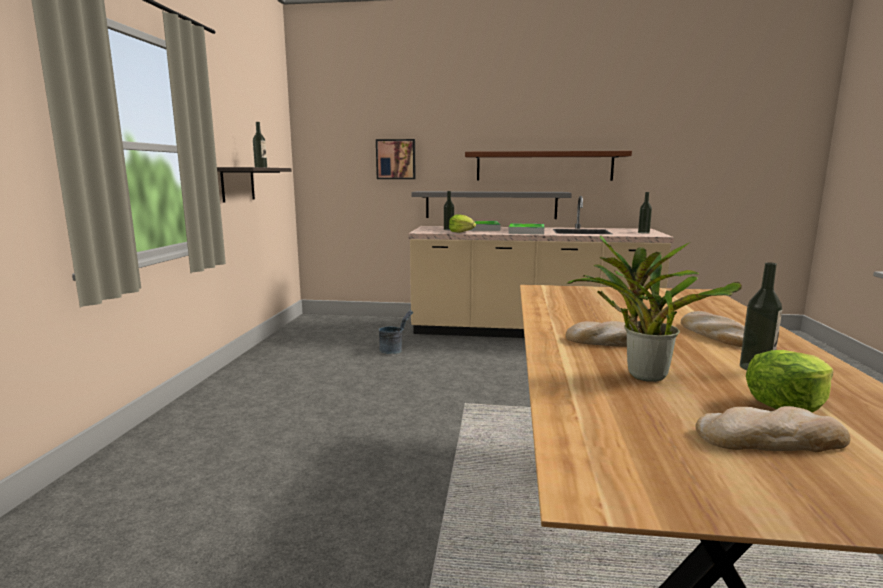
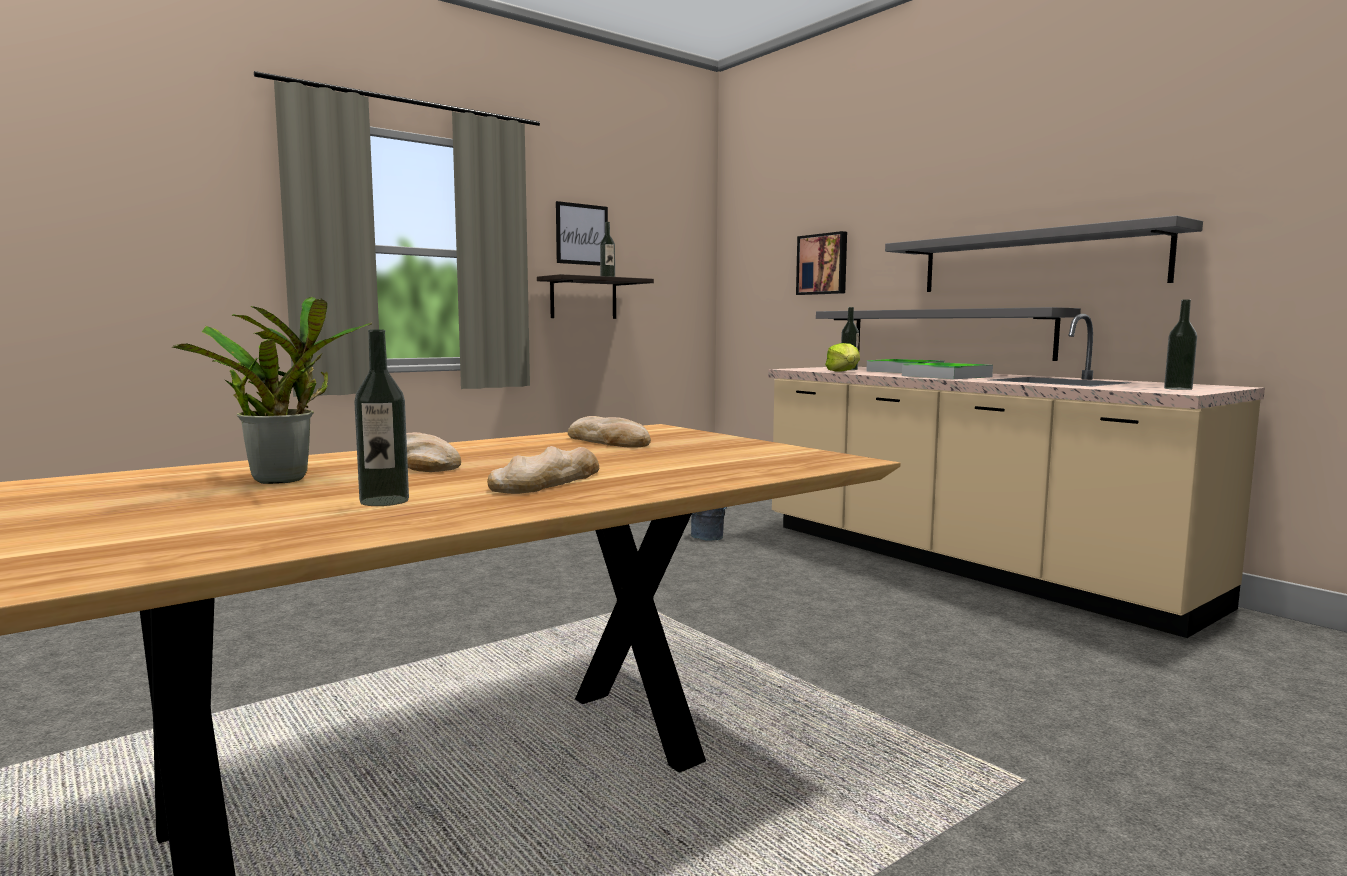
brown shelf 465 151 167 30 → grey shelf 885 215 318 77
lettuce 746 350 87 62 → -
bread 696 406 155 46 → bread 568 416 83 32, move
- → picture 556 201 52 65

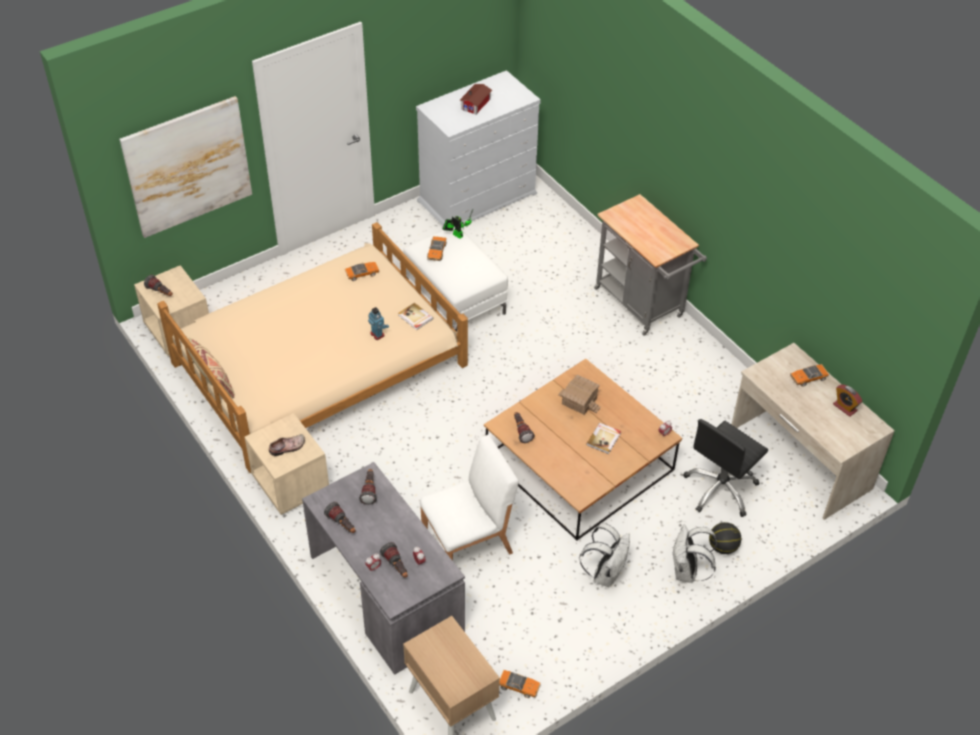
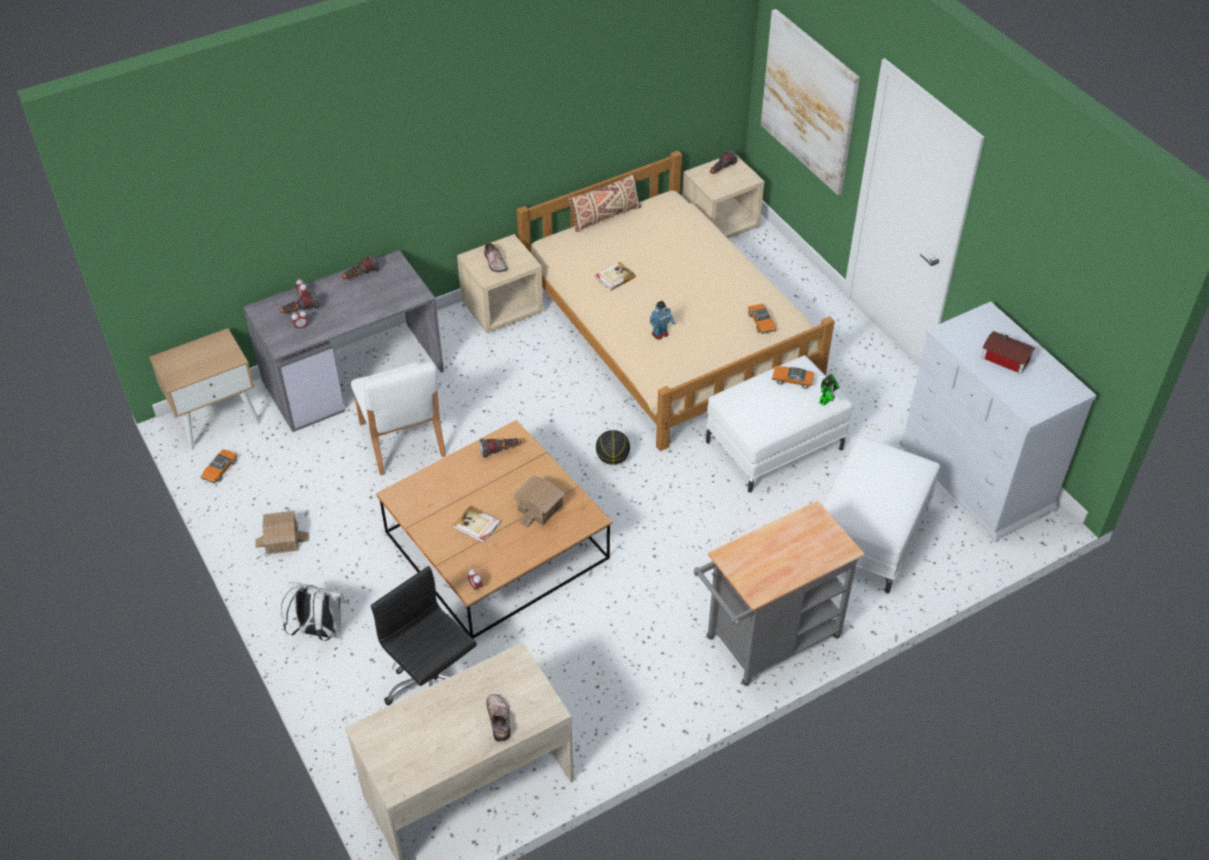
book 398 303 35 27 → book 596 262 40 29, move
toy car 790 364 39 23 → shoe 486 694 24 48
alarm clock 833 384 30 33 → -
flashlight 359 469 18 36 → -
basketball 709 522 32 32 → basketball 596 430 34 35, move
white backpack 579 524 51 63 → -
- → white ottoman 823 436 117 157
- → toy house 256 510 53 44

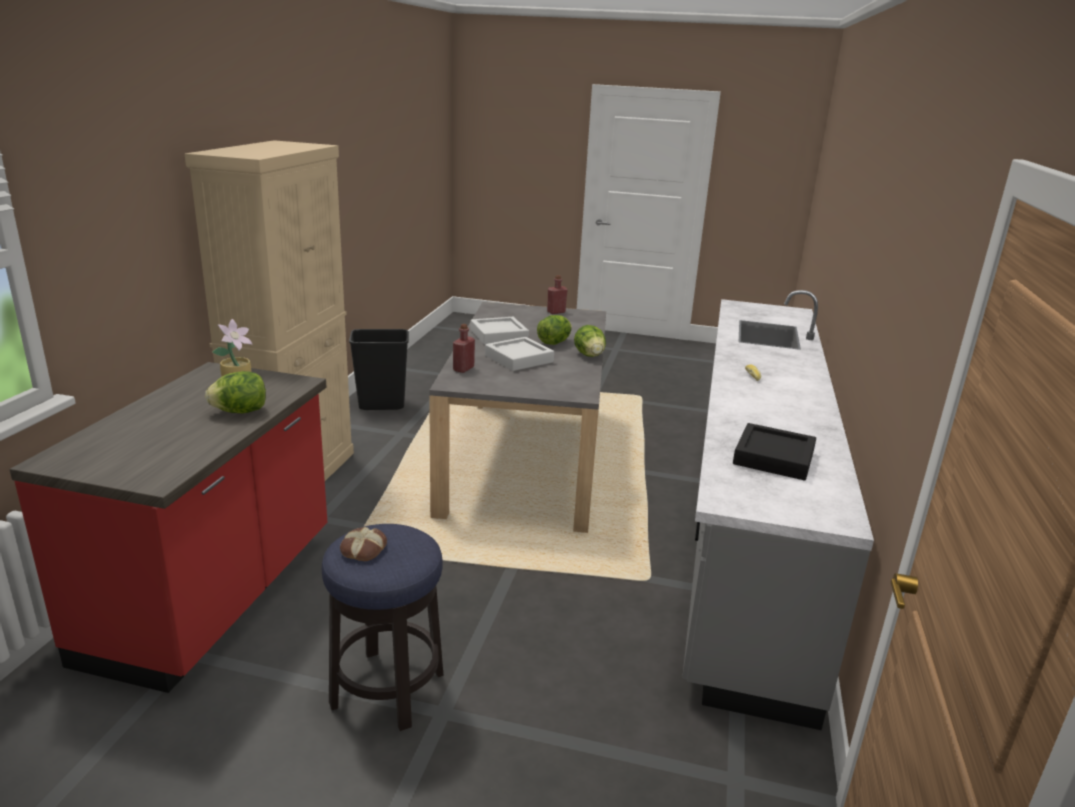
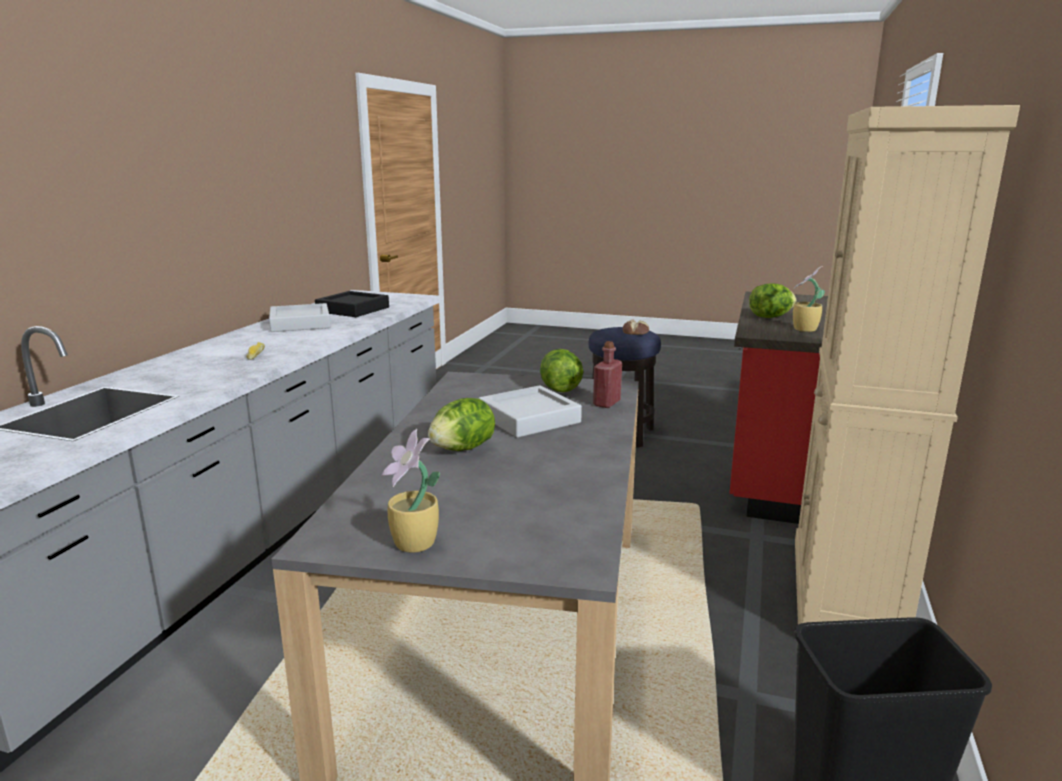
red bottle 547 275 21 39 → potted plant 381 429 59 124
grey tray 470 317 59 28 → grey tray 269 303 62 29, move
lettuce 574 325 32 32 → lettuce 540 349 43 43, move

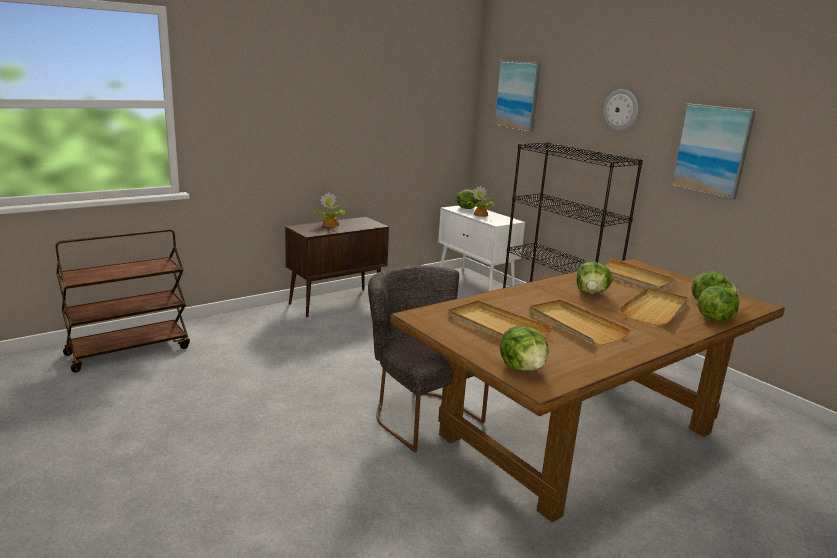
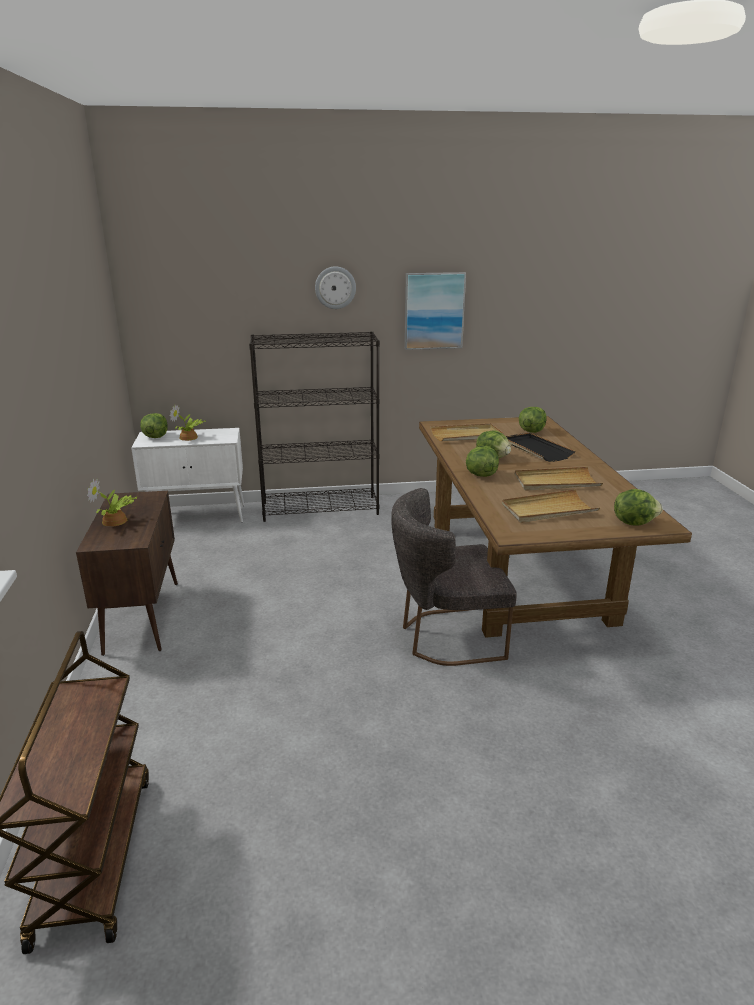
picture 494 61 47 71 → -
lettuce 698 286 41 36 → lettuce 466 446 33 31, move
beige tray 619 288 69 38 → black tray 506 432 70 30

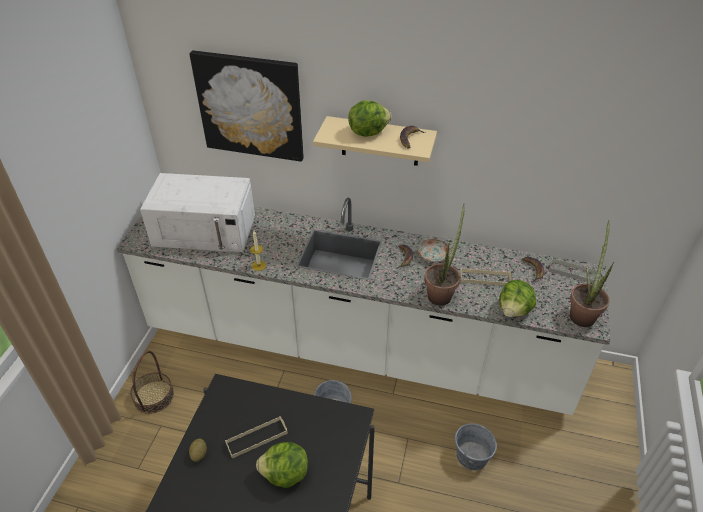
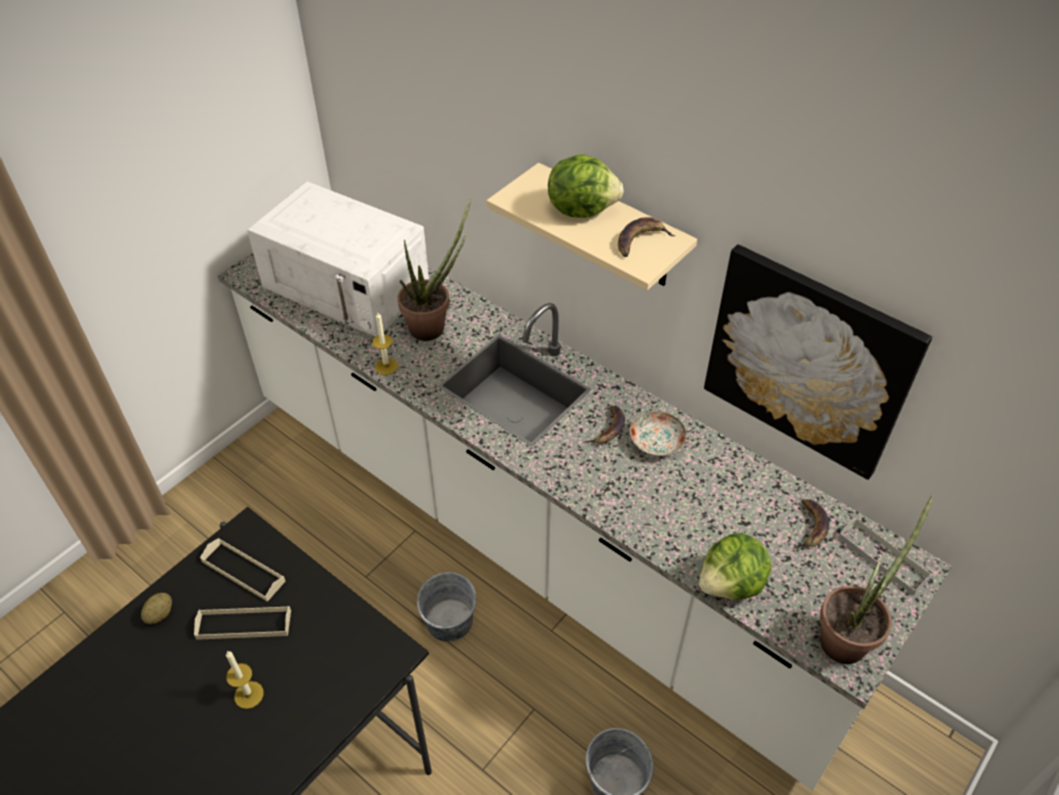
picture 189 50 115 112 → picture 704 244 228 236, move
potted plant 424 203 41 103 → potted plant 398 199 73 142, move
beige tray 460 268 52 18 → beige tray 200 538 85 64, move
basket 130 351 44 63 → -
lettuce 256 442 52 46 → candle 226 651 38 58

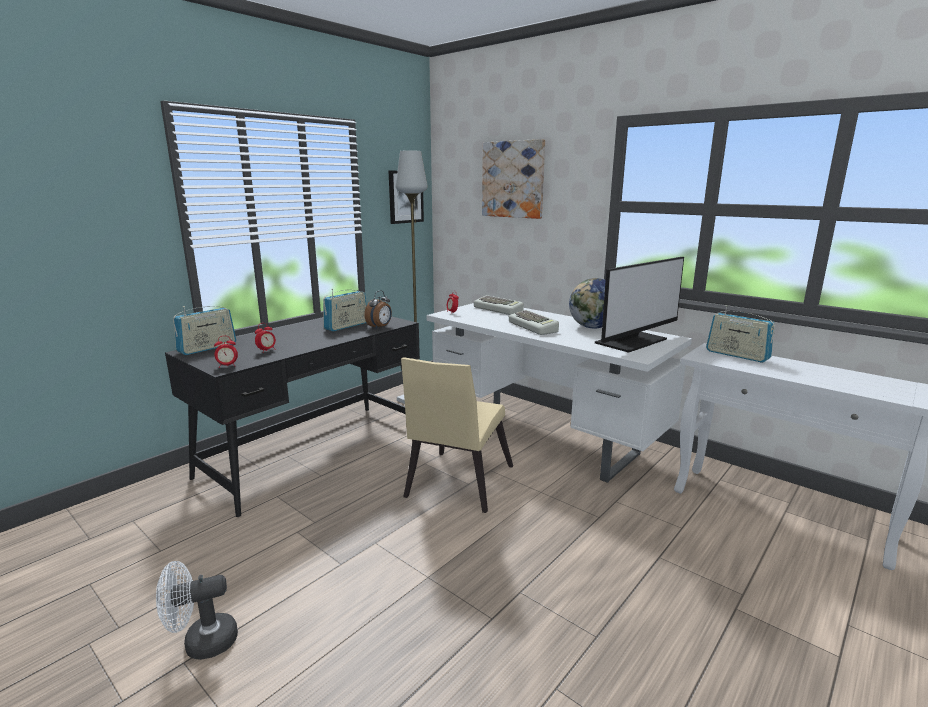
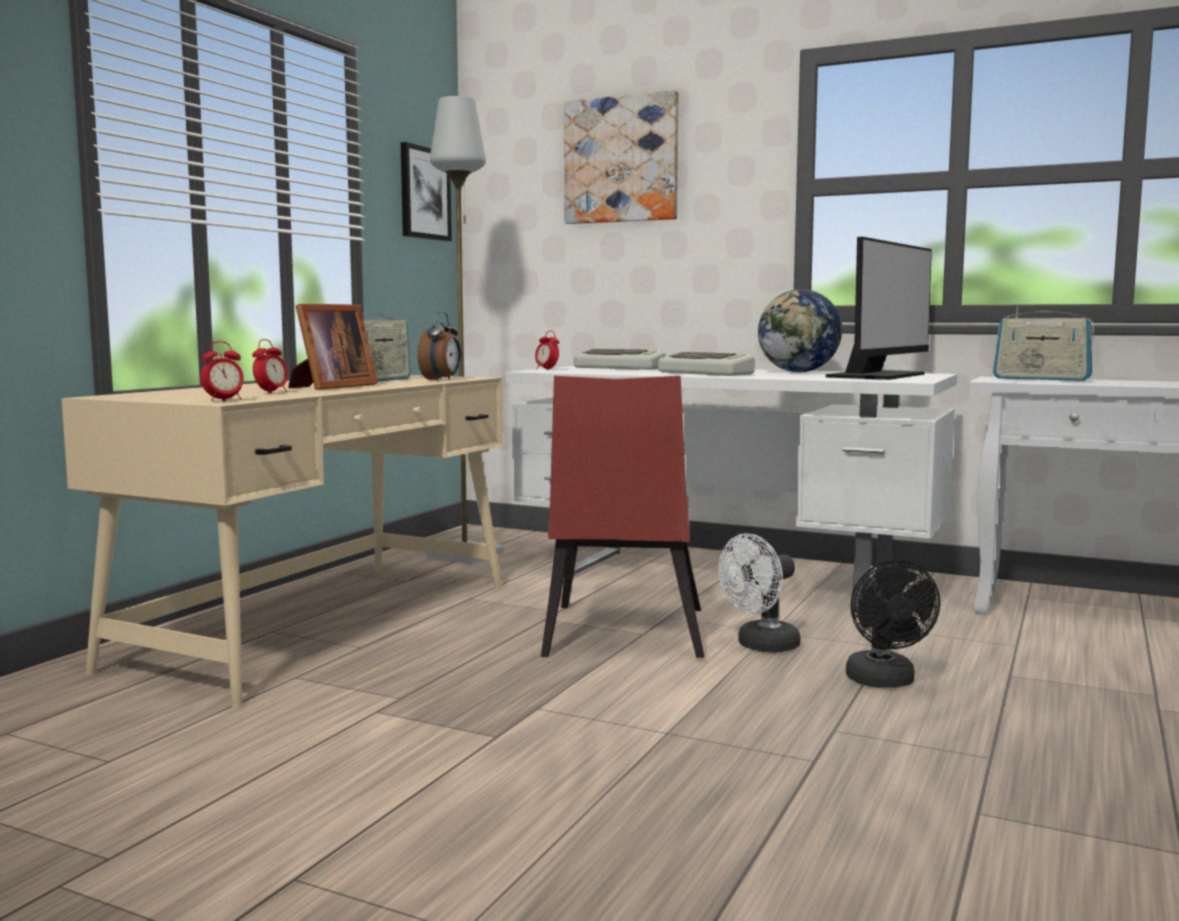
radio 173 306 63 49 → -
black desk 165 316 255 201 → beige desk 61 375 442 332
beige chair 401 357 112 156 → red chair 541 376 163 282
white fan 156 561 82 99 → white fan 718 533 82 120, move
- → picture frame 288 304 90 86
- → black fan 846 560 94 127

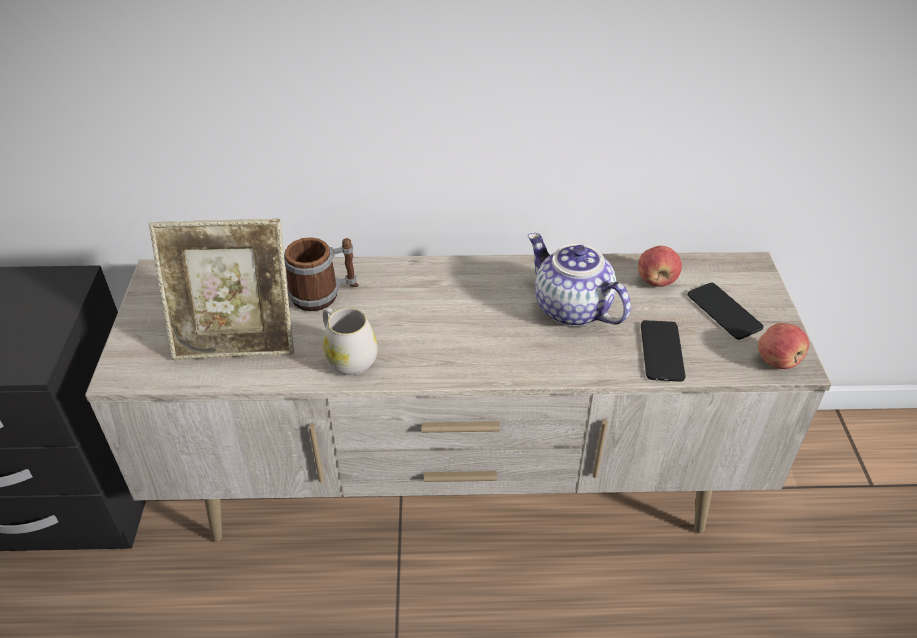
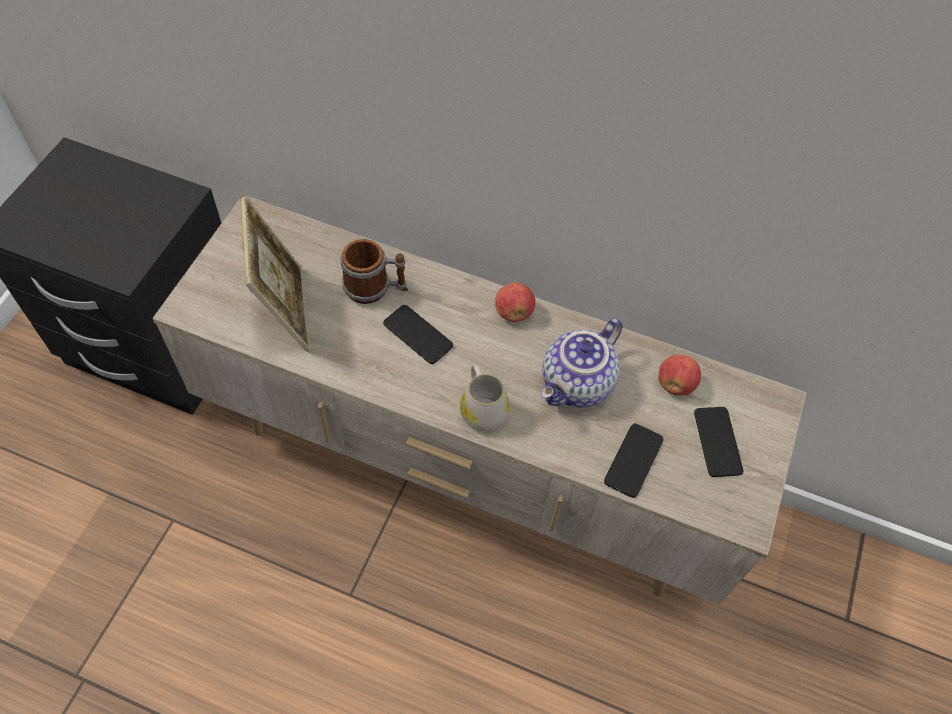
picture frame 149 219 145 141 → picture frame 240 195 71 157, 120 degrees counterclockwise
teapot 528 233 103 94 → teapot 541 318 82 90, 120 degrees counterclockwise
white mug 323 308 54 67 → white mug 460 364 49 67, move
apple 758 323 51 46 → apple 495 282 40 40, move
- → phone 383 305 70 59

